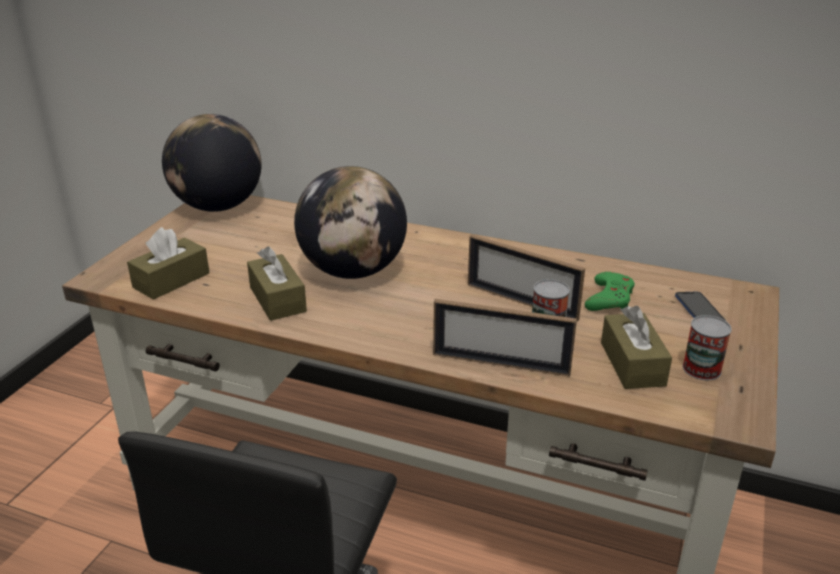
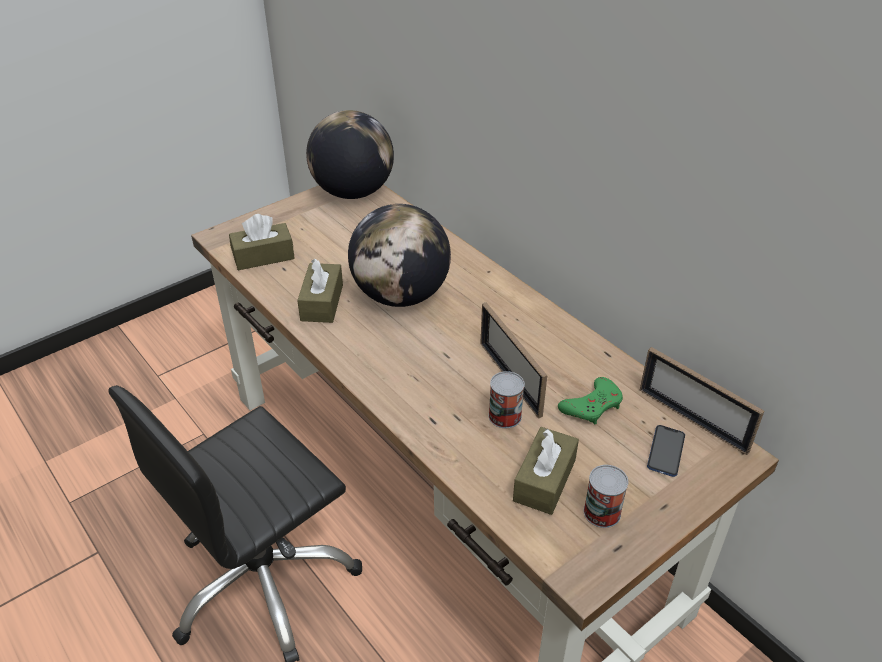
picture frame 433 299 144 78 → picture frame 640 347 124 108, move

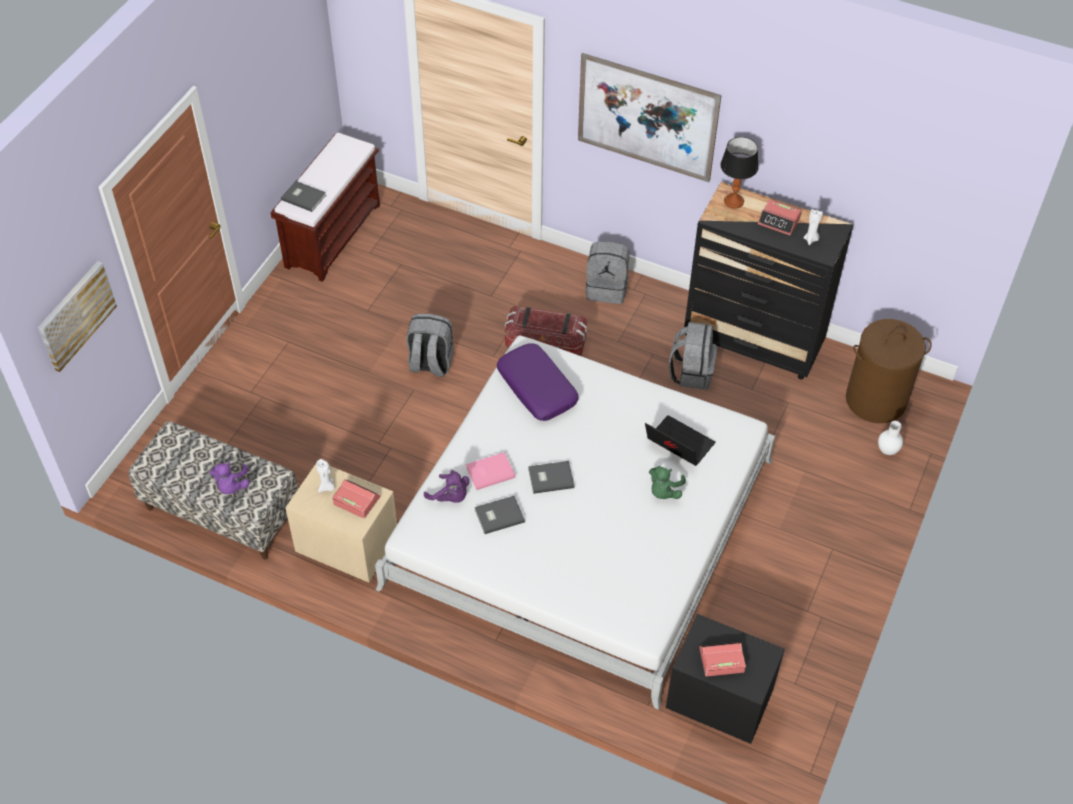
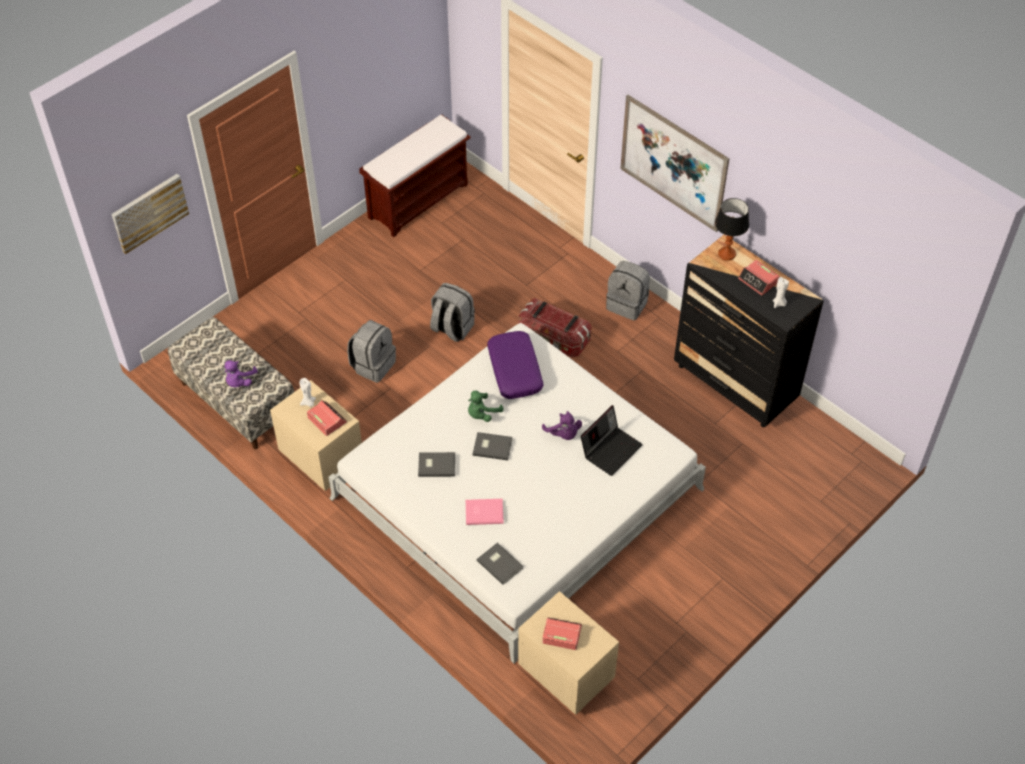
grey book 281 181 45 31 → grey book 477 542 46 43, move
brown laundry basket 846 319 86 104 → -
grey backpack 669 322 48 68 → grey backpack 347 320 49 63, move
laptop 645 415 70 51 → laptop 581 405 62 71, 75 degrees clockwise
white vase 878 421 25 34 → -
pink book 466 452 50 38 → pink book 466 499 38 26, move
green plush toy 649 466 37 33 → green plush toy 468 390 35 32, move
purple plush toy 424 470 45 33 → purple plush toy 542 411 40 29, move
black nightstand 666 614 119 130 → beige nightstand 518 591 101 124

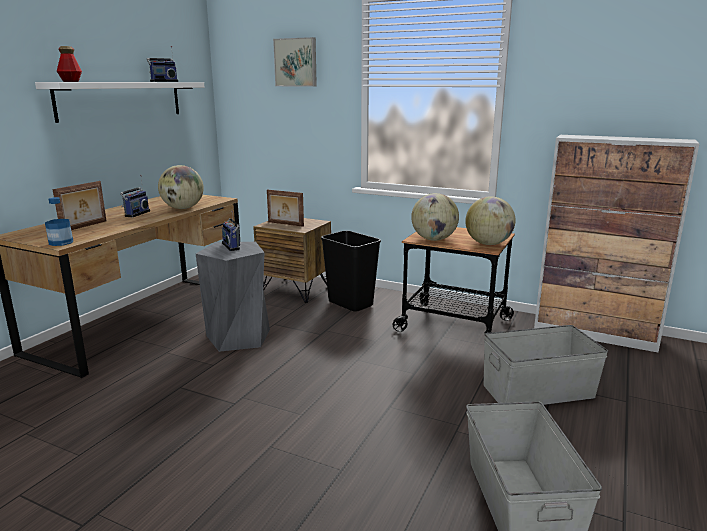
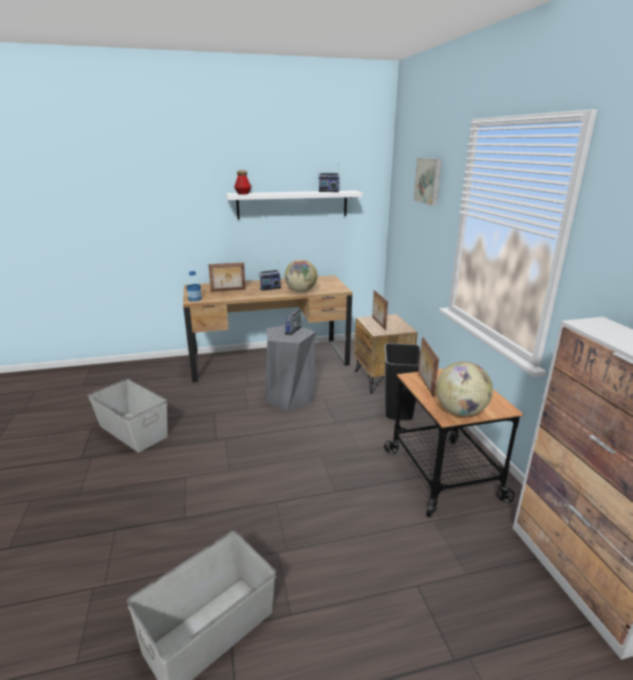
globe 411 193 48 48 → picture frame 418 337 21 61
grey storage box 484 325 124 80 → grey storage box 88 379 80 74, move

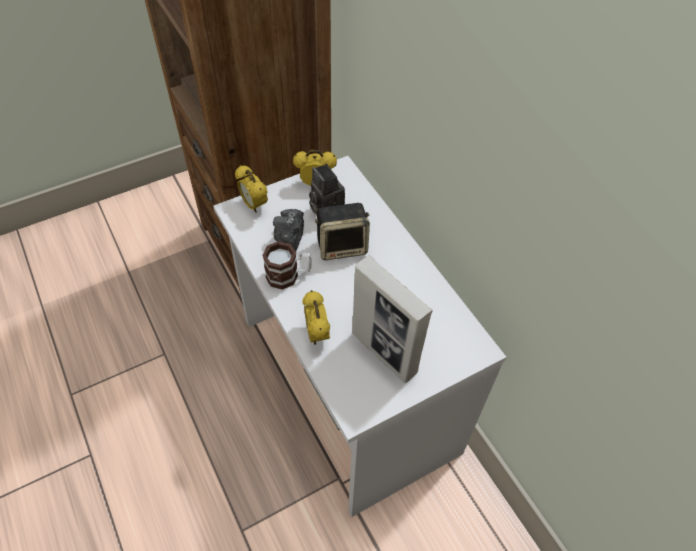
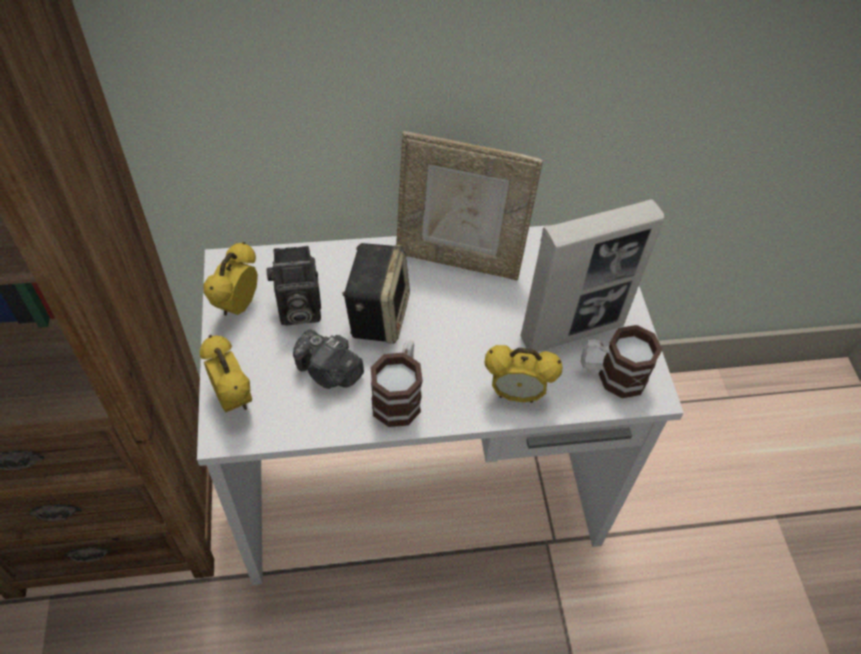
alarm clock 235 165 33 48 → alarm clock 200 335 52 78, 105 degrees counterclockwise
- → picture frame 396 131 147 150
- → mug 581 325 81 73

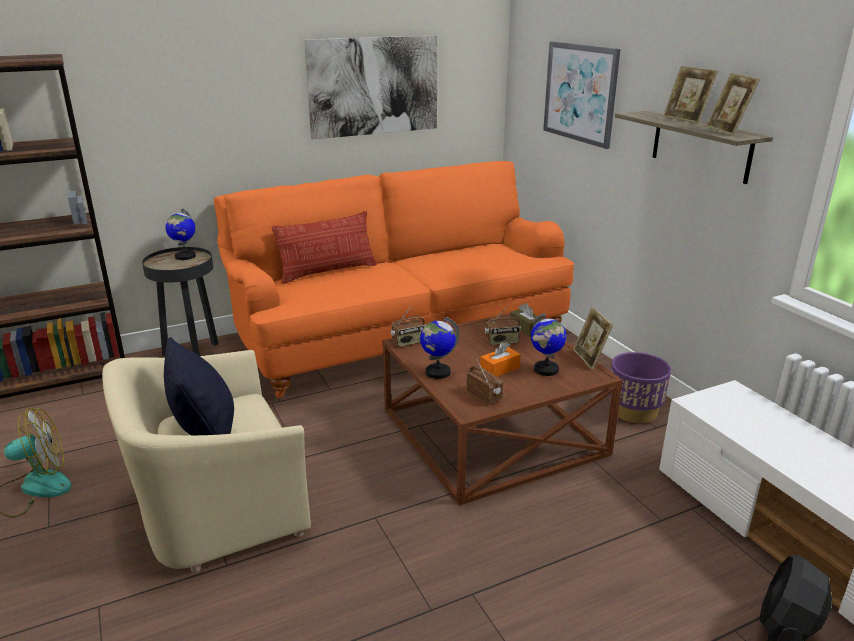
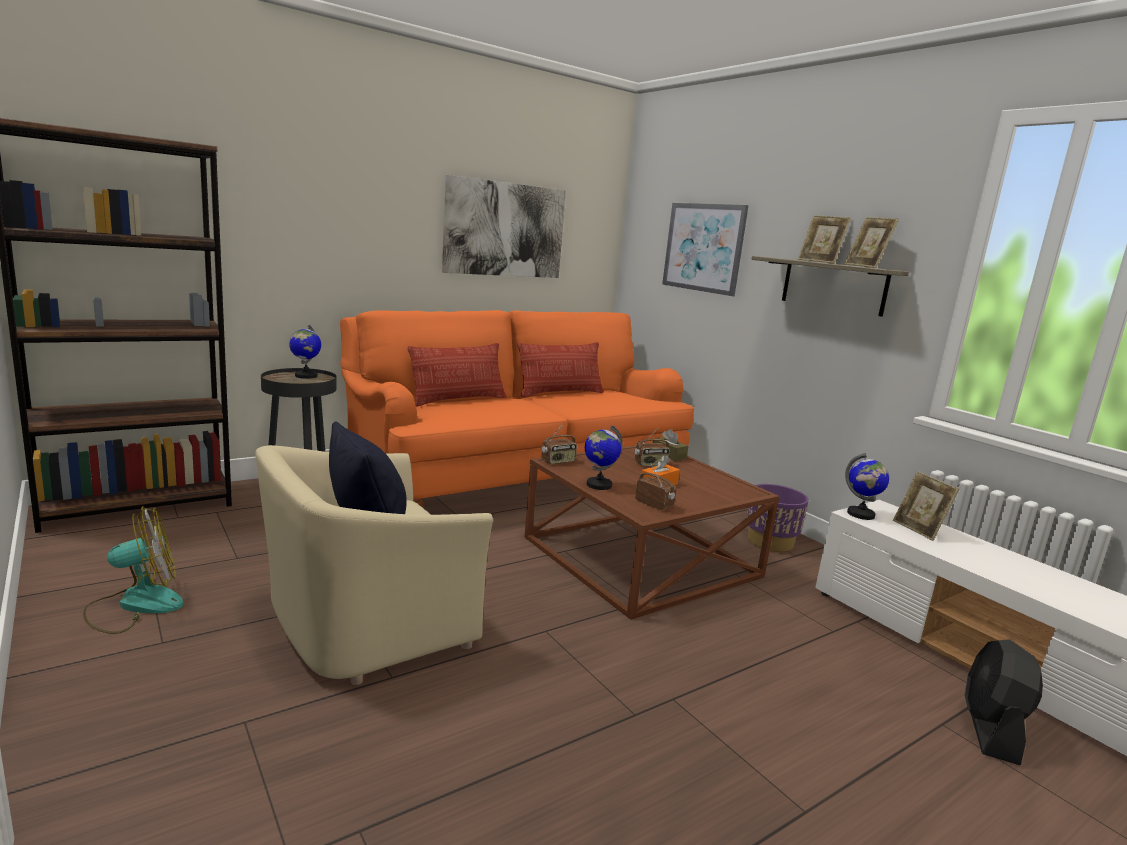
picture frame 573 306 40 64 → picture frame 893 471 66 70, move
globe 531 313 36 63 → globe 845 453 44 67, move
- → pillow 517 342 87 55

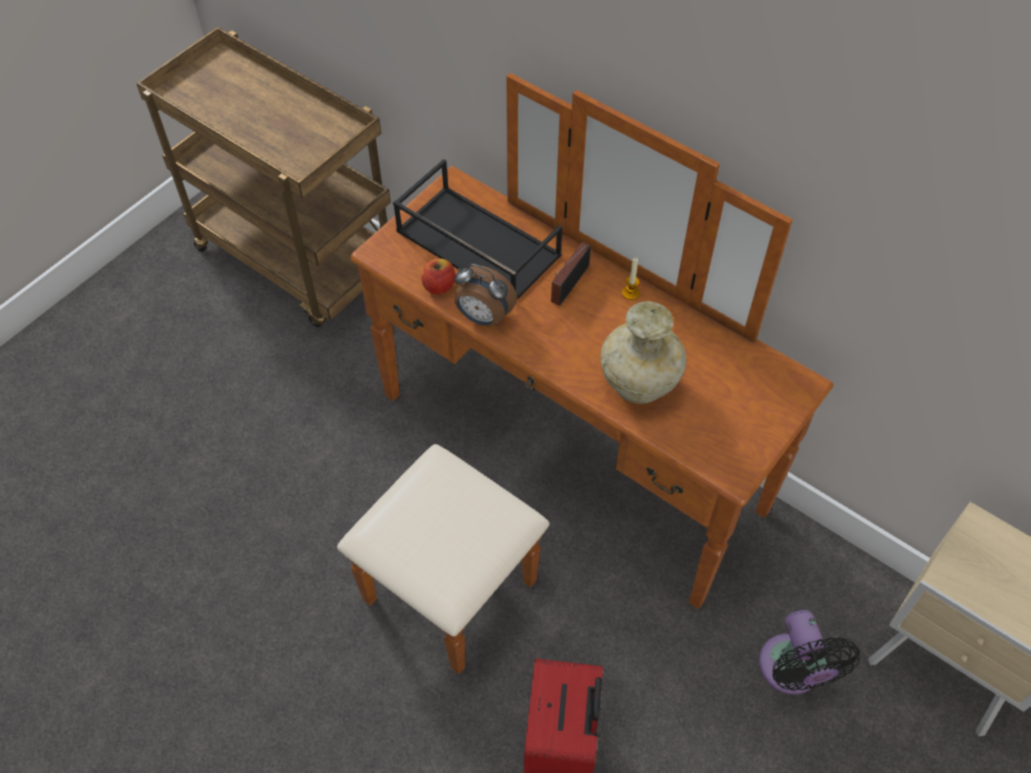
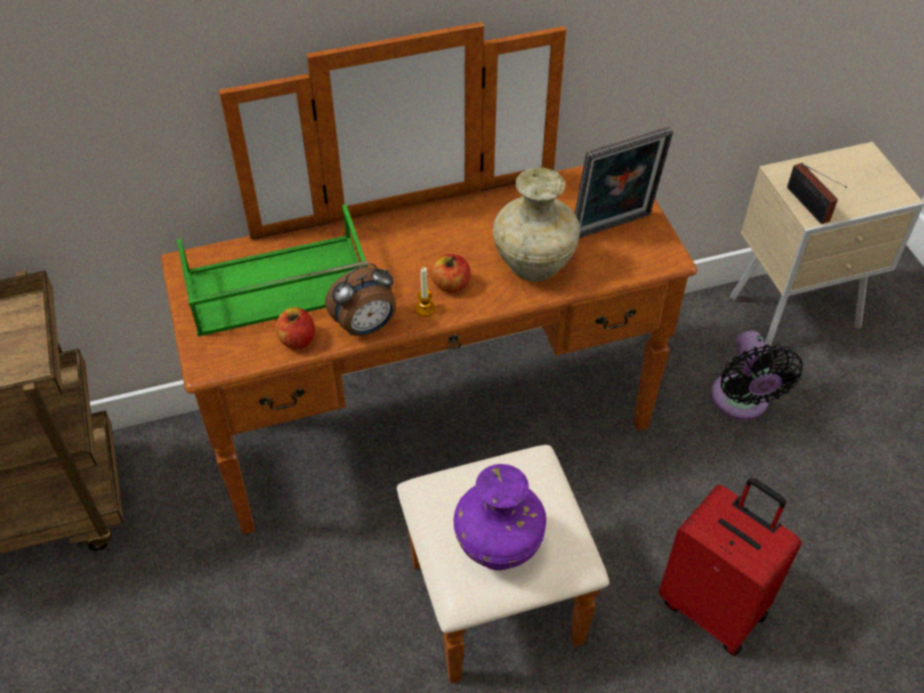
black tray 393 159 169 140 → green tray 177 204 191 133
radio 551 242 40 64 → radio 787 163 60 61, move
candle 622 258 18 42 → candle 415 267 20 50, move
black fan 759 610 102 85 → black fan 711 331 92 89, 60 degrees clockwise
- → picture frame 575 127 98 111
- → apple 431 254 40 39
- → purple vase 454 464 92 106

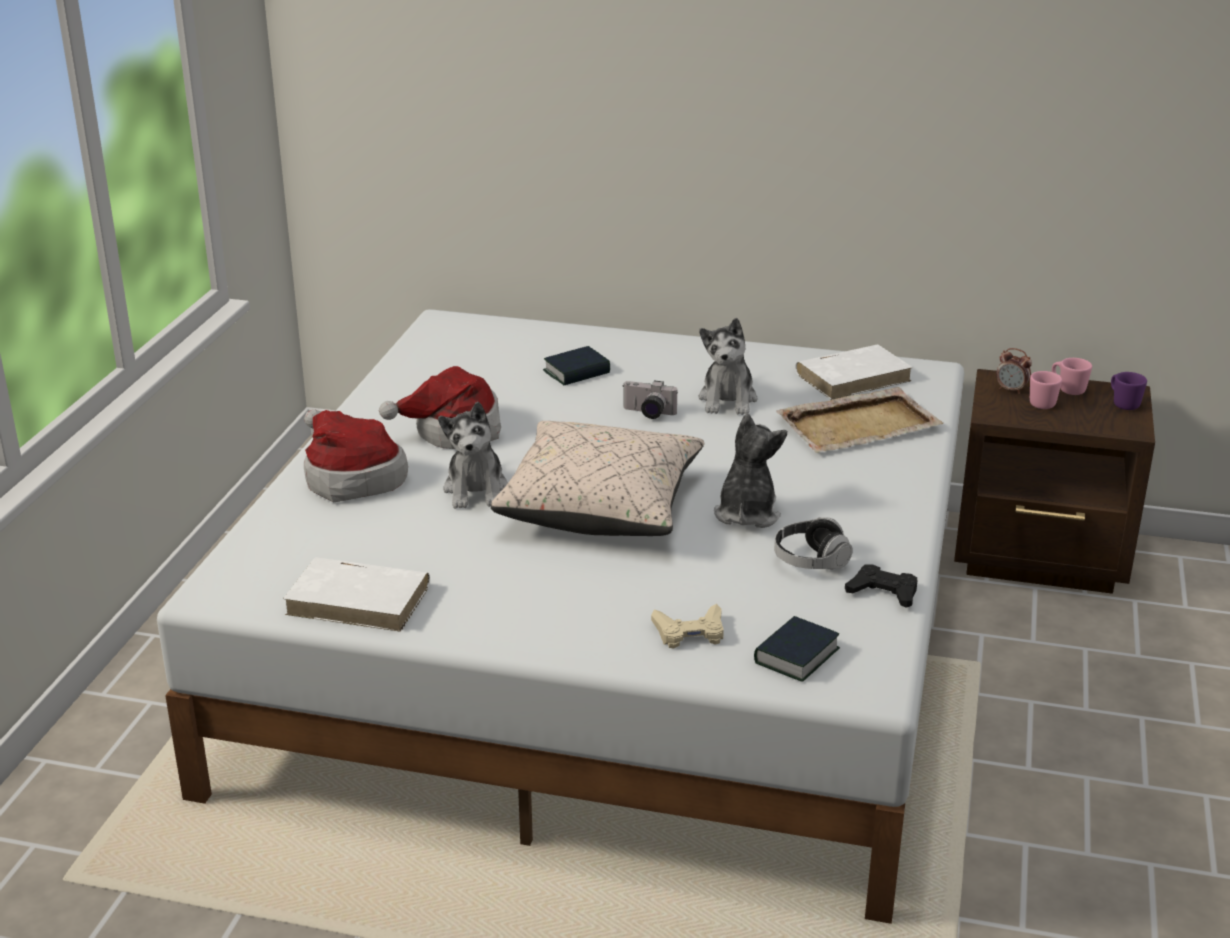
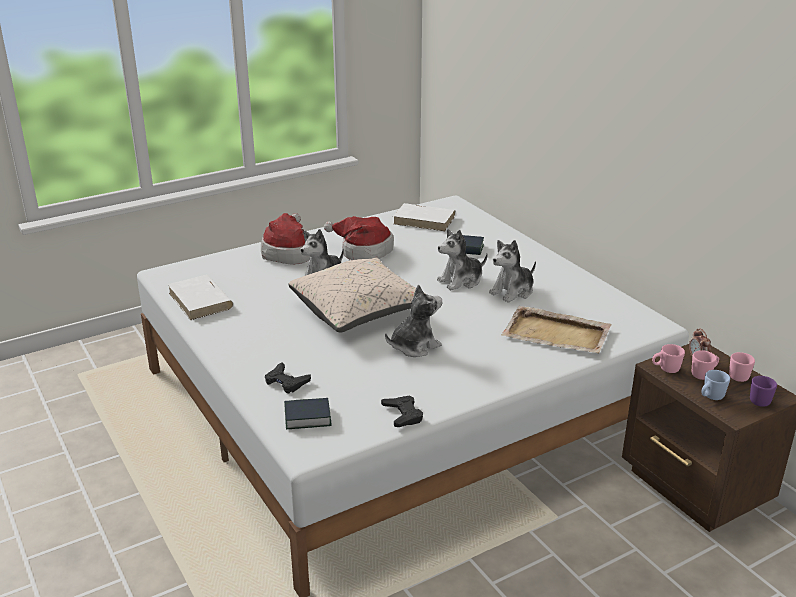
white book 795 344 118 56 → white book 393 203 63 28, move
photo camera 622 380 56 39 → plush toy 437 229 51 62
headphones 774 517 79 53 → -
beige game controller 651 604 73 44 → black game controller 265 362 46 31
- → pink mug 652 344 33 29
- → blue mug 701 370 29 30

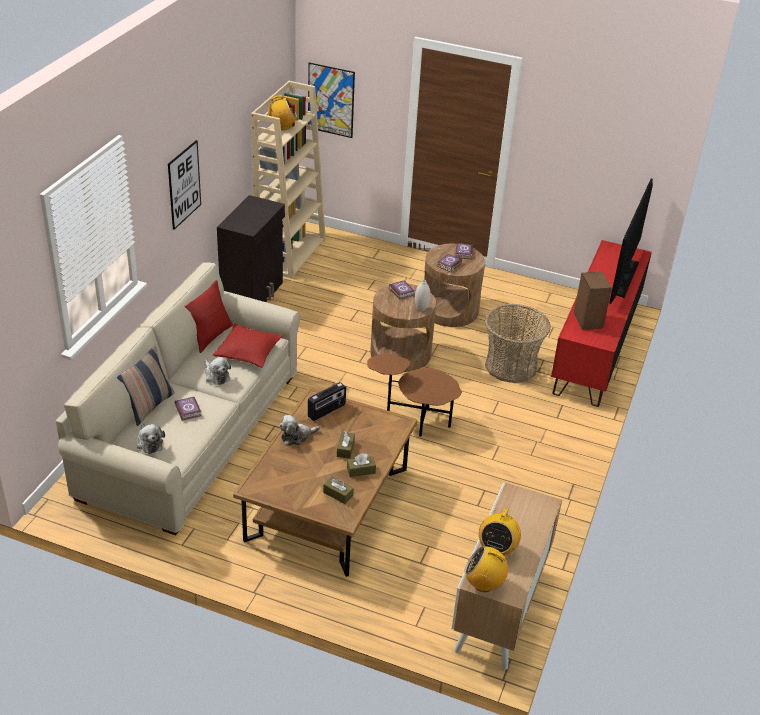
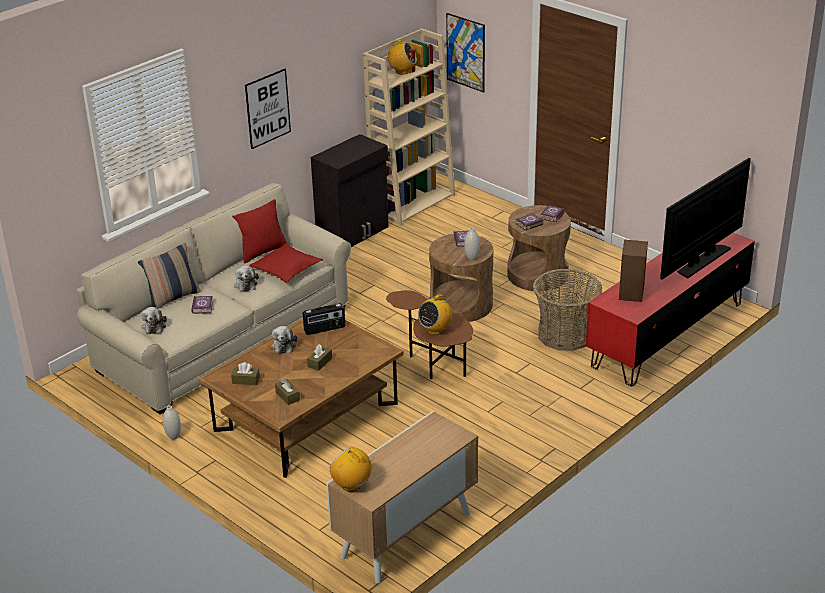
plush toy 279 415 41 31 → plush toy 271 326 26 28, 90 degrees counterclockwise
brown tissue box 347 453 29 24 → brown tissue box 231 362 29 23, move
radio 479 504 42 51 → radio 418 294 34 41, move
- → white vase 163 405 18 35

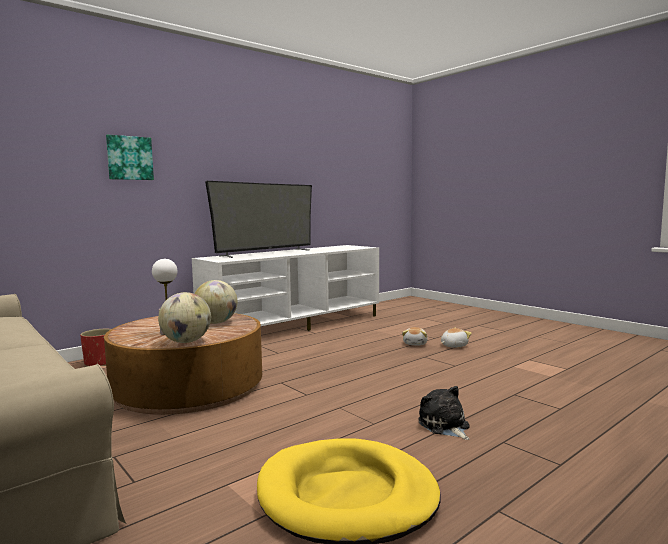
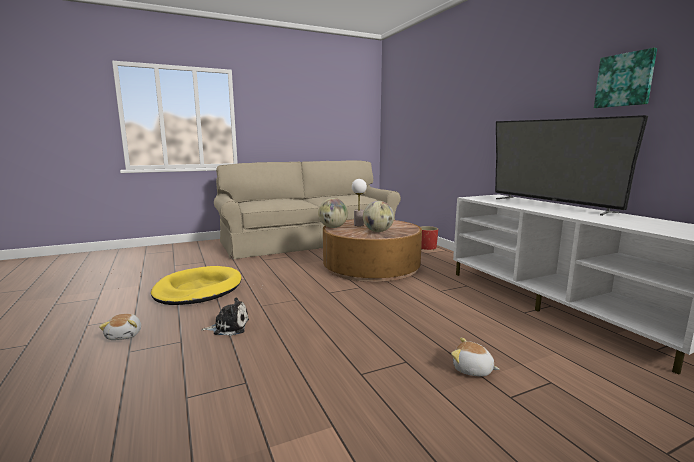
picture 106 134 48 46 → picture 594 48 63 60, move
plush toy 441 328 31 20 → plush toy 99 314 42 26, move

